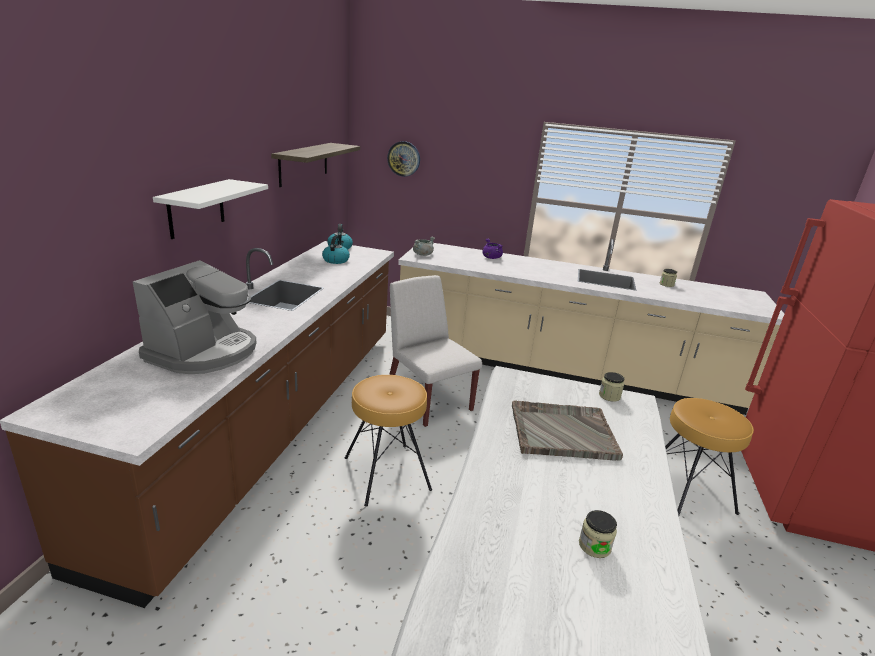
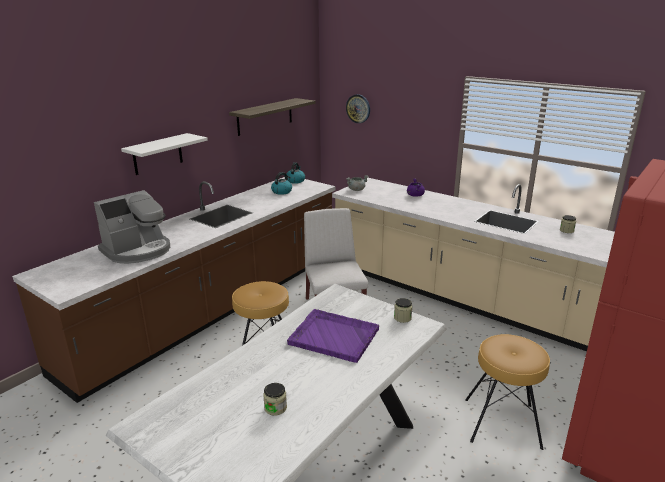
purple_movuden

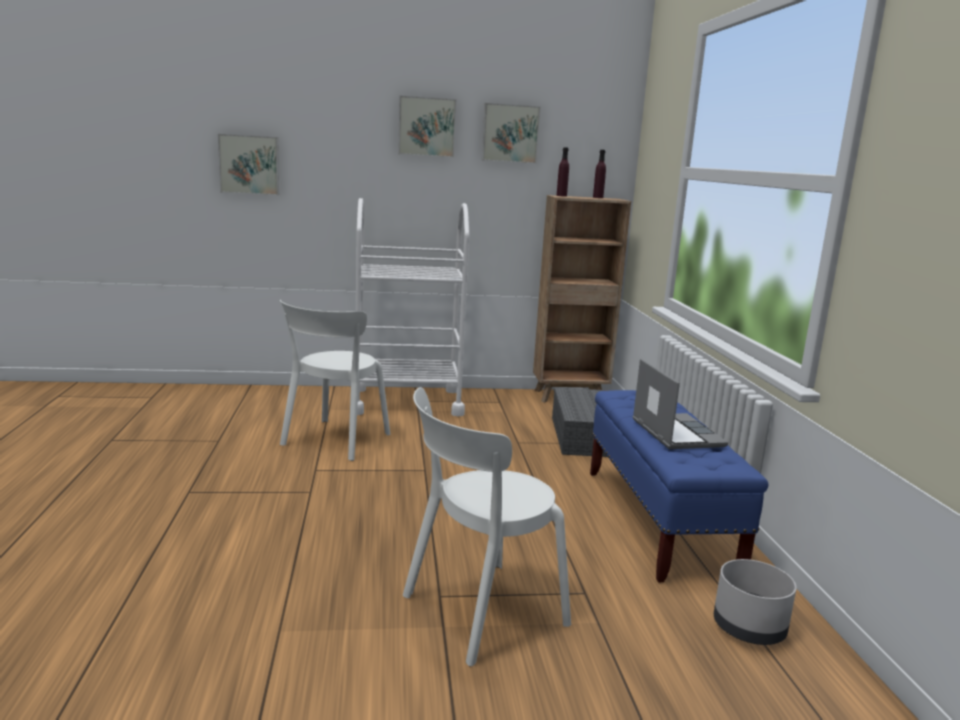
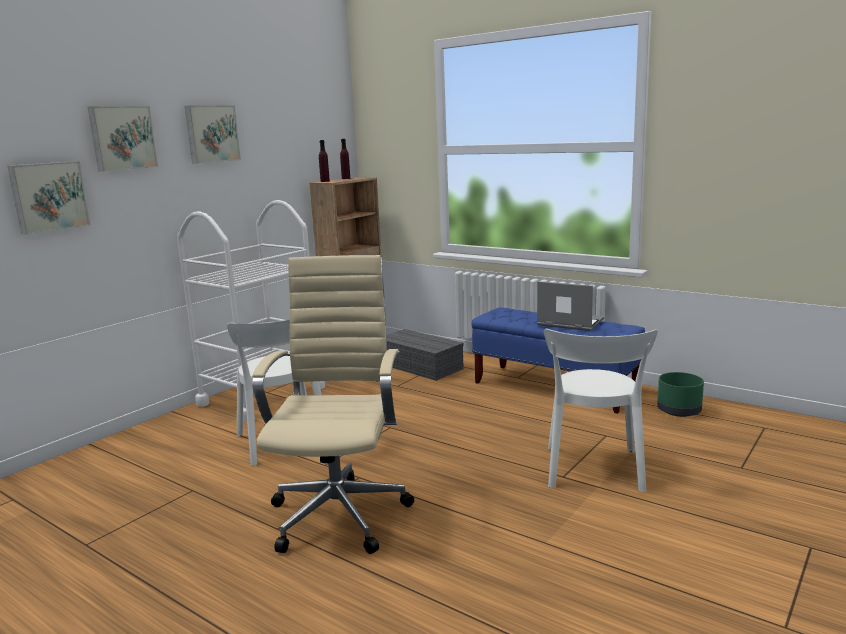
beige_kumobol
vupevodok (2nd from left)
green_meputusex

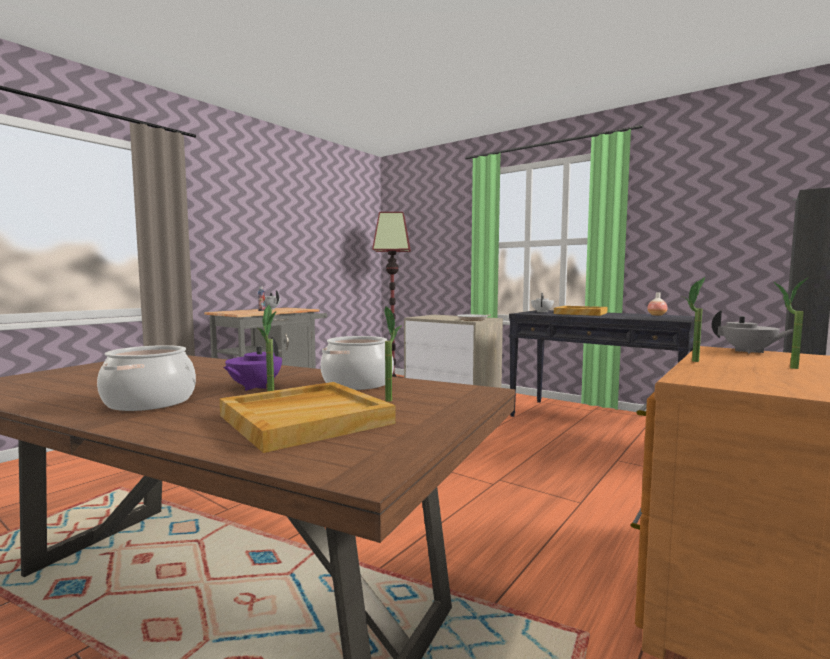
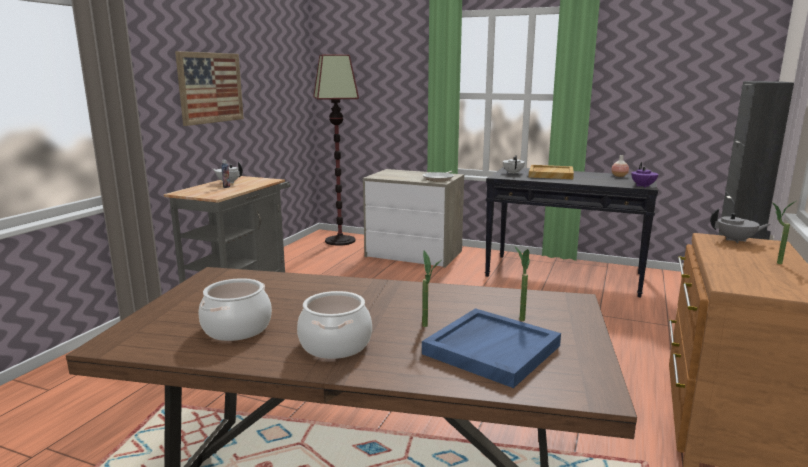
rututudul (3rd from left in the first image)
vupevodok
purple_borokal
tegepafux (1st from left)
blue_movuden

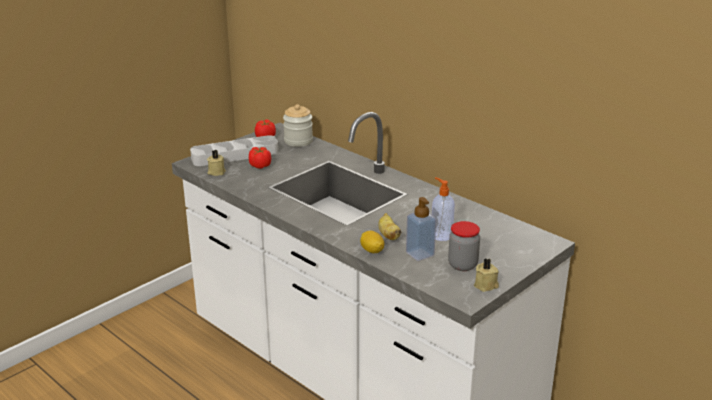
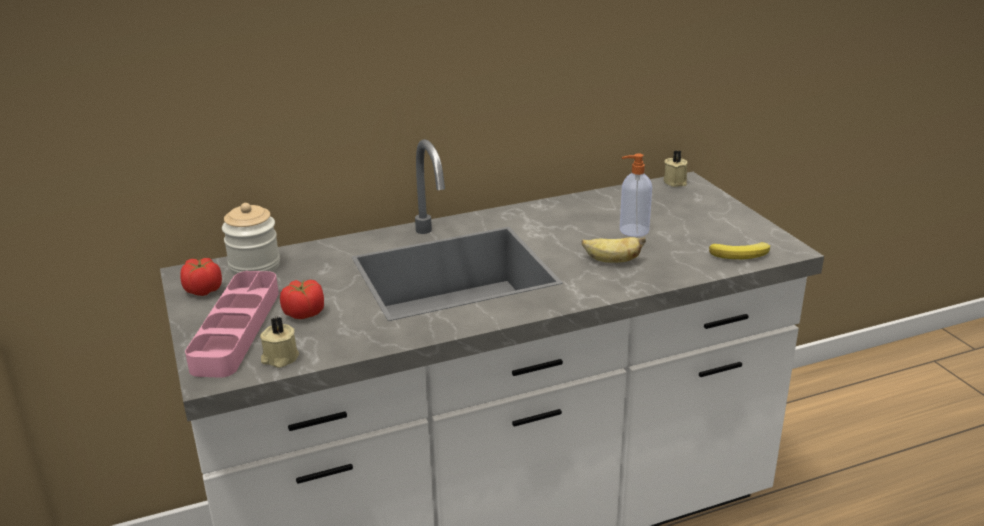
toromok
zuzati (1st from left in the first image)
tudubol (2nd from left in the first image)
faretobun (2nd from left)
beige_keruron (2nd from left)
pink_movuden

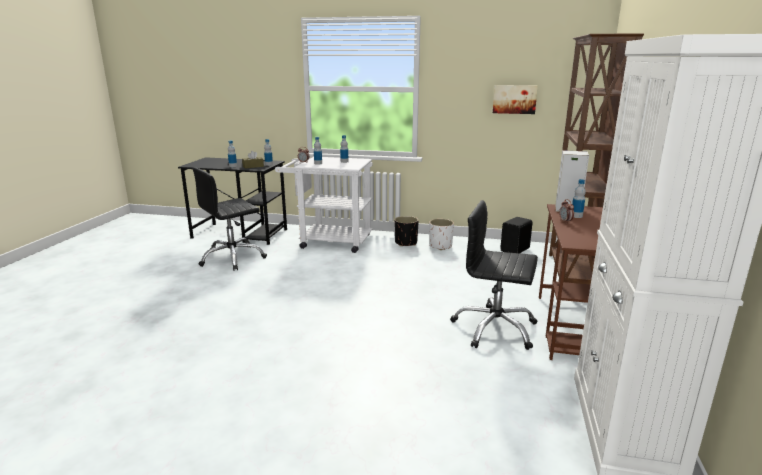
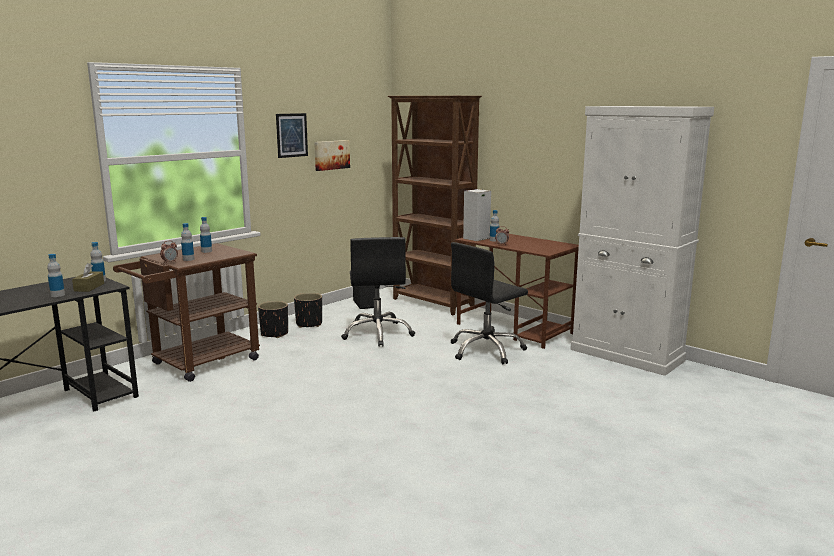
vupevodok (1st from left)
black_kumobol (1st from left)
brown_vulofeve
black_meputusex (2nd from left)

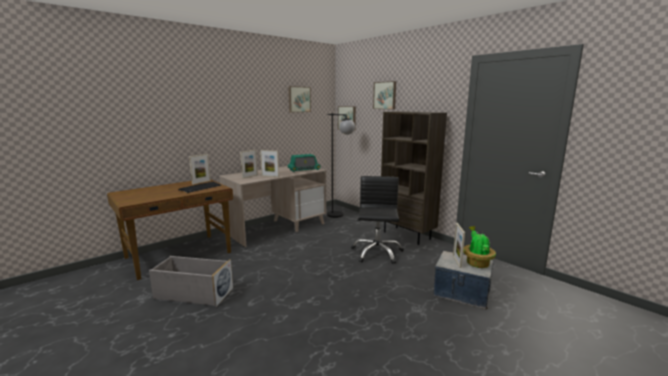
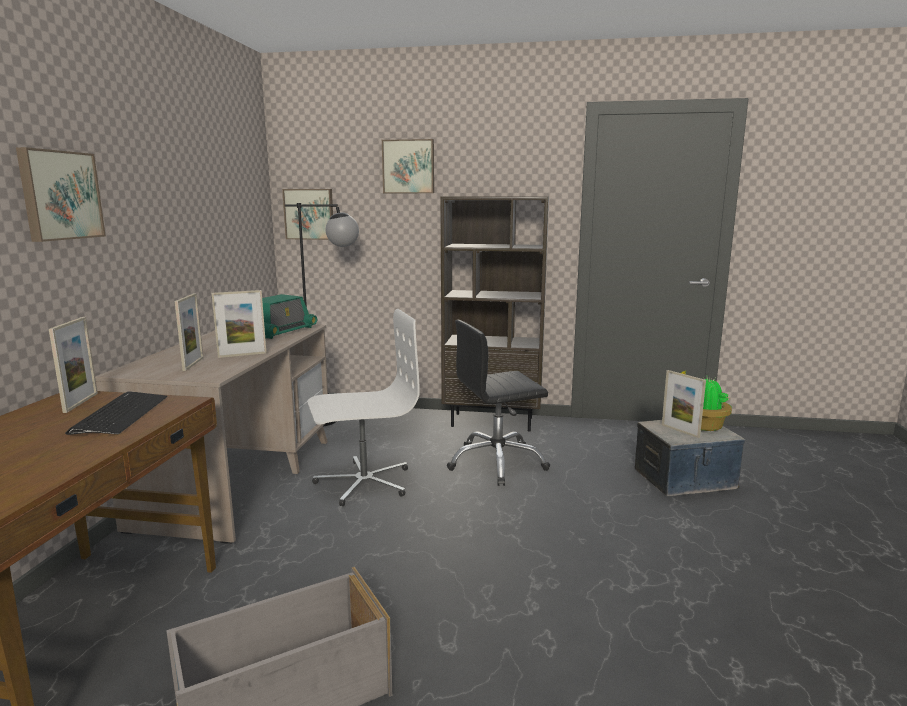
white_kumobol
vupevodok (1st from left)
black_kumobol

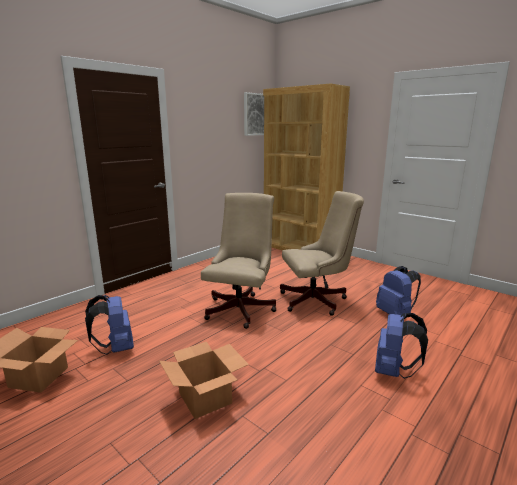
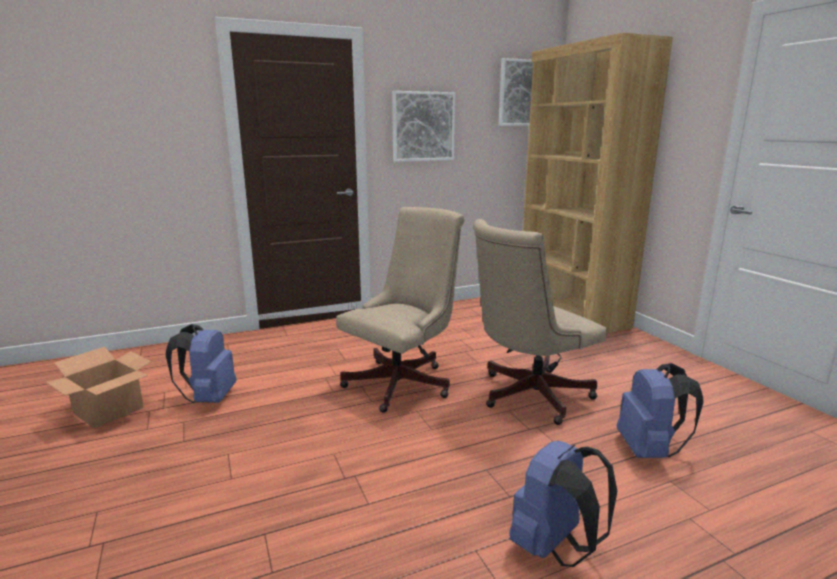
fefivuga (2nd from left in the first image)
vupevodok (1st from left)
beige_kumobol (2nd from left)

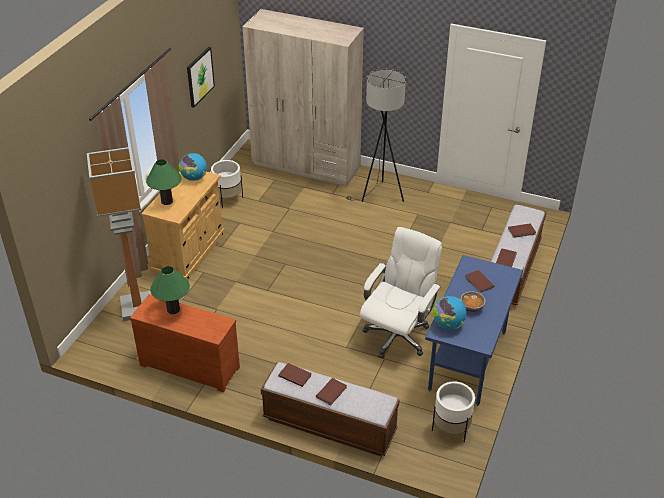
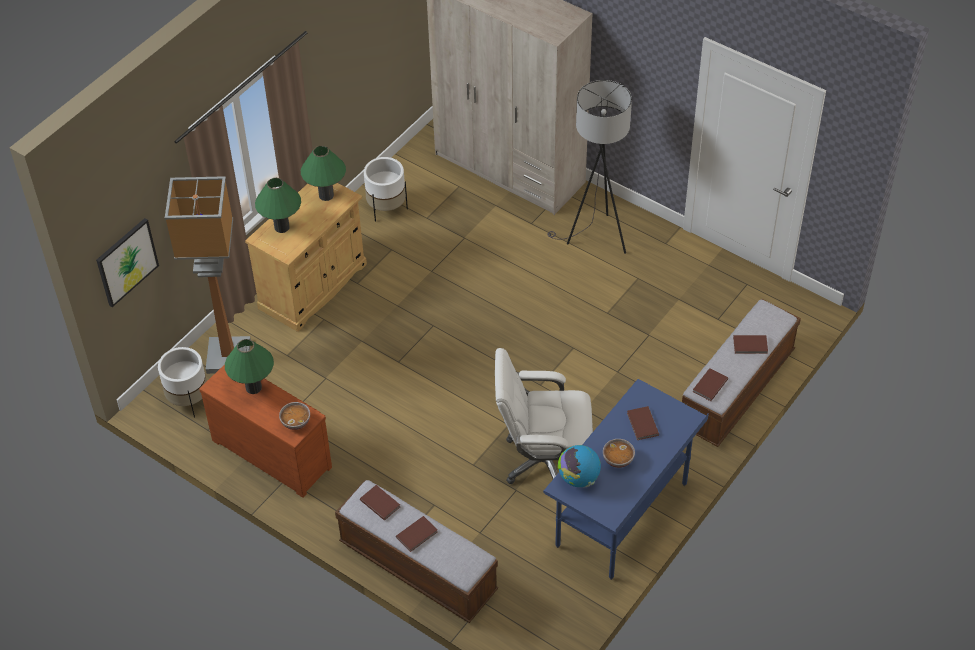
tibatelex (1st from left)
vupevodok
white_meputusex (1st from left)
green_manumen (3rd from left)
white_kumobol

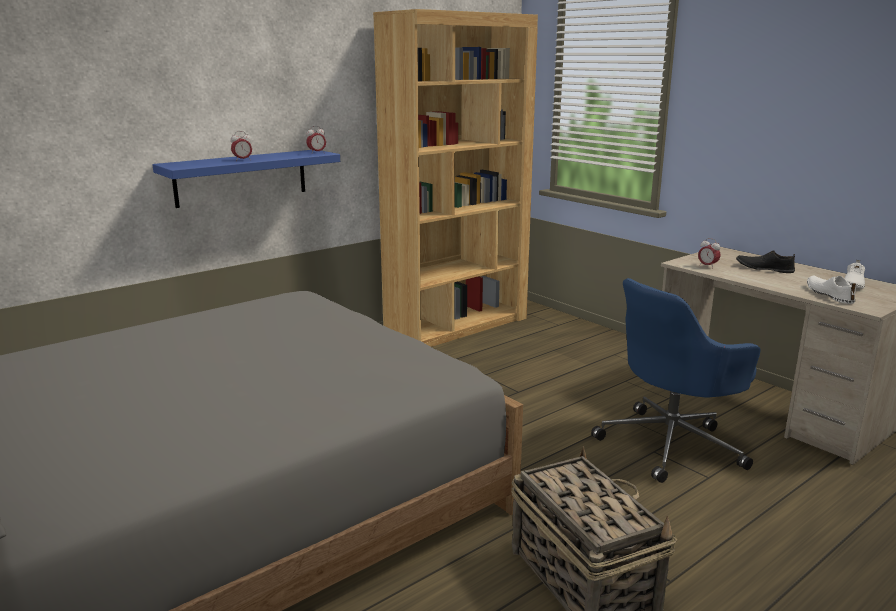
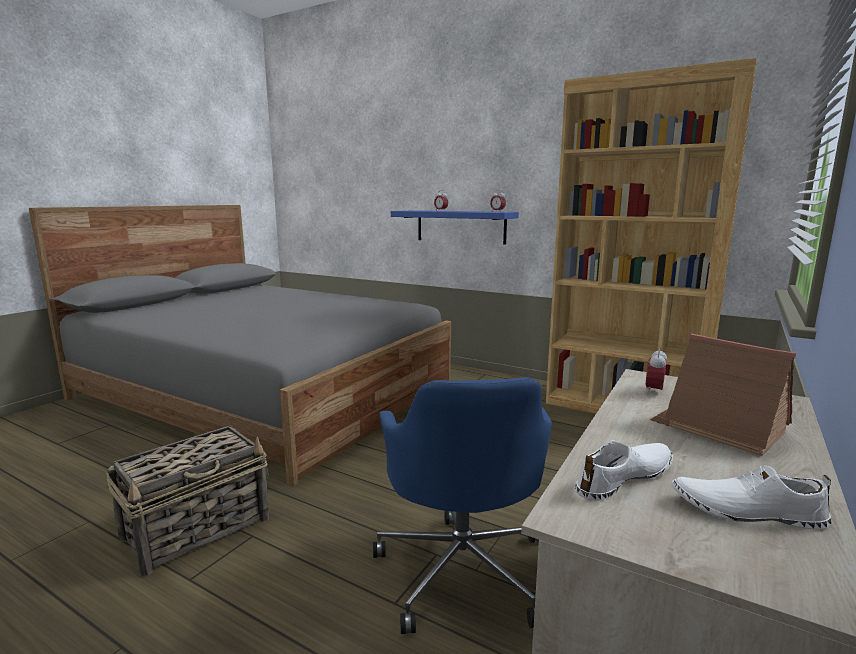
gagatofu
blue_kumobol

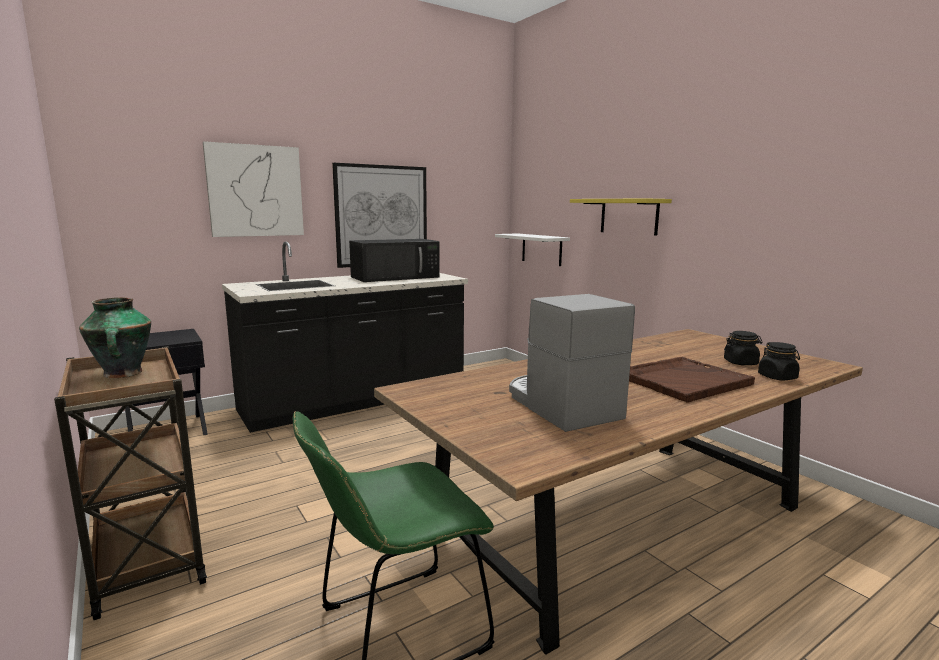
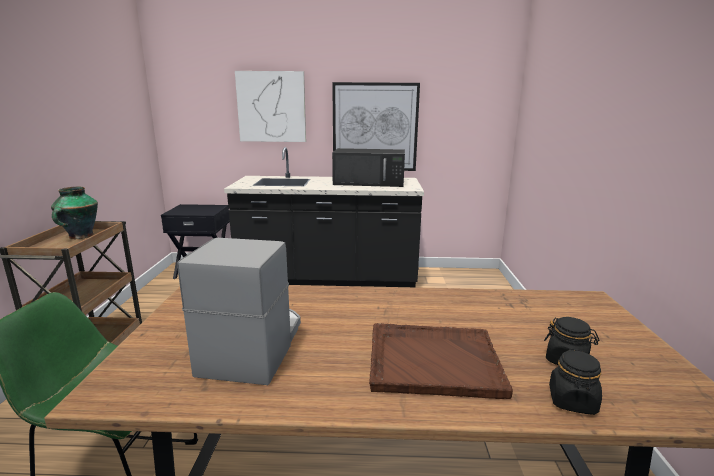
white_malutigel
yellow_malutigel

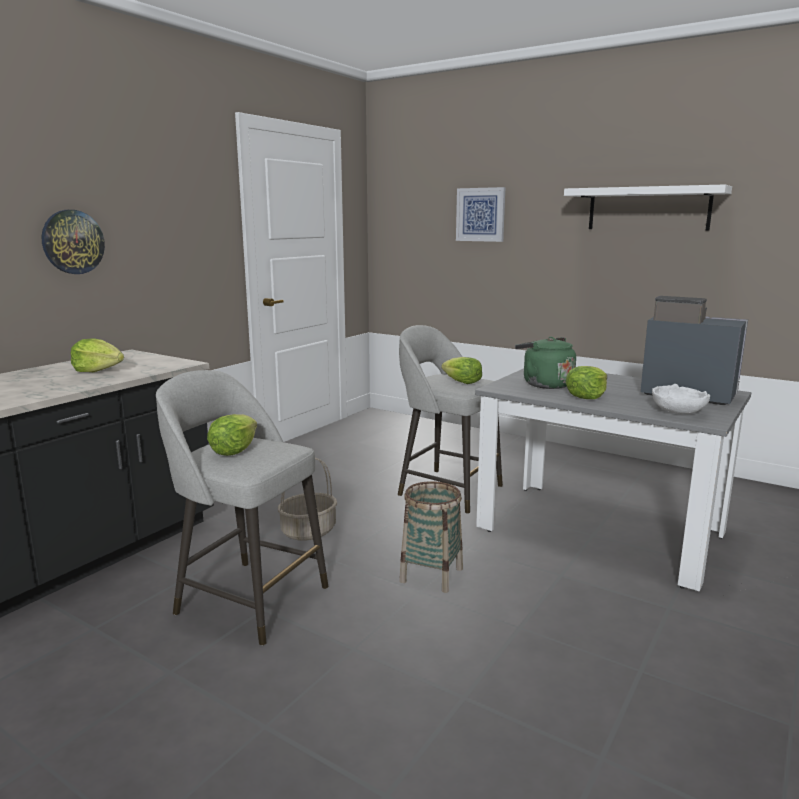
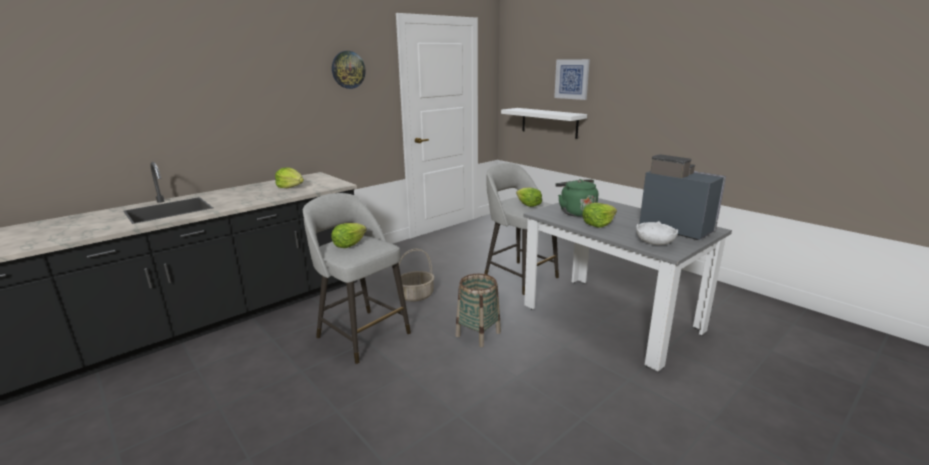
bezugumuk
white_malutigel

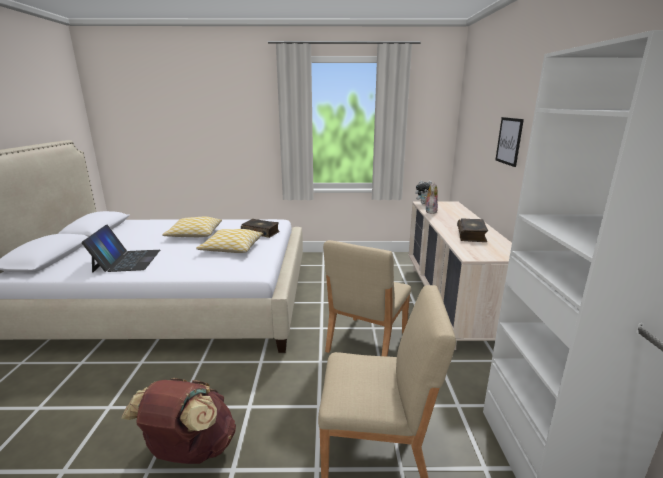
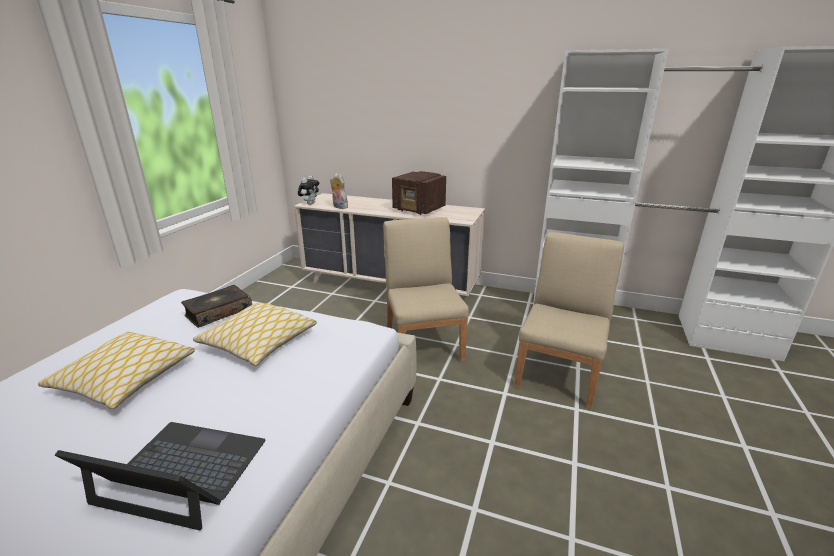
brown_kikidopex
vupevodok
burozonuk
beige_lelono (1st from left)

